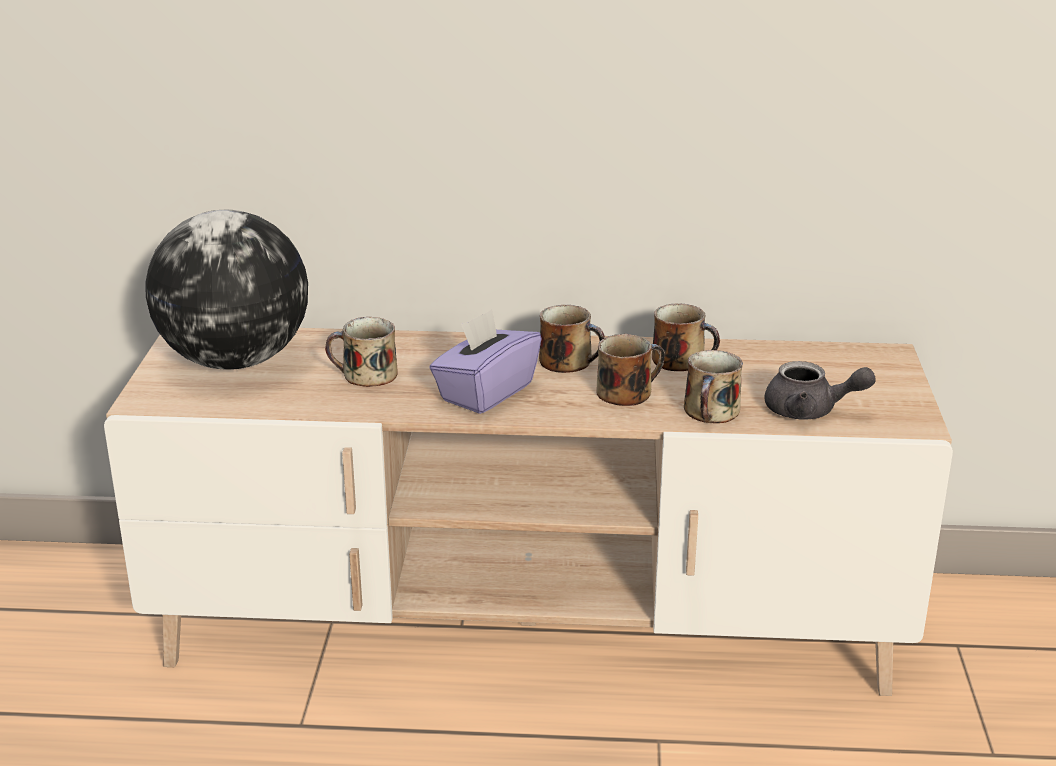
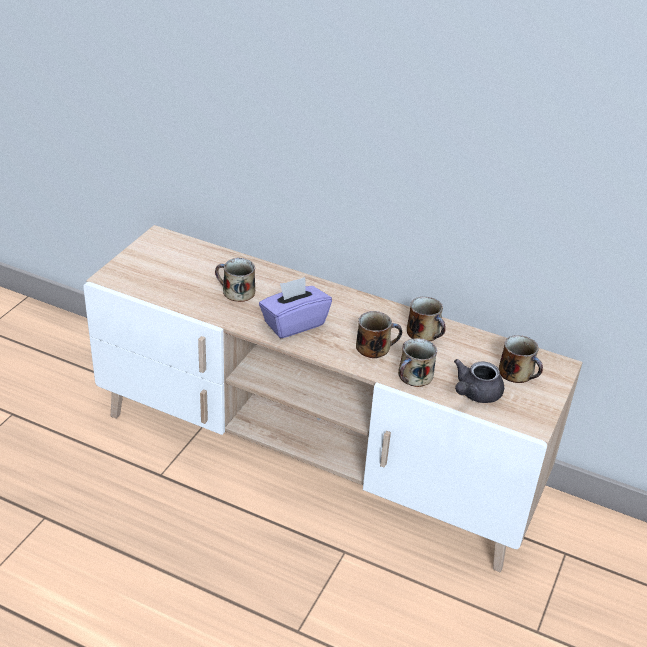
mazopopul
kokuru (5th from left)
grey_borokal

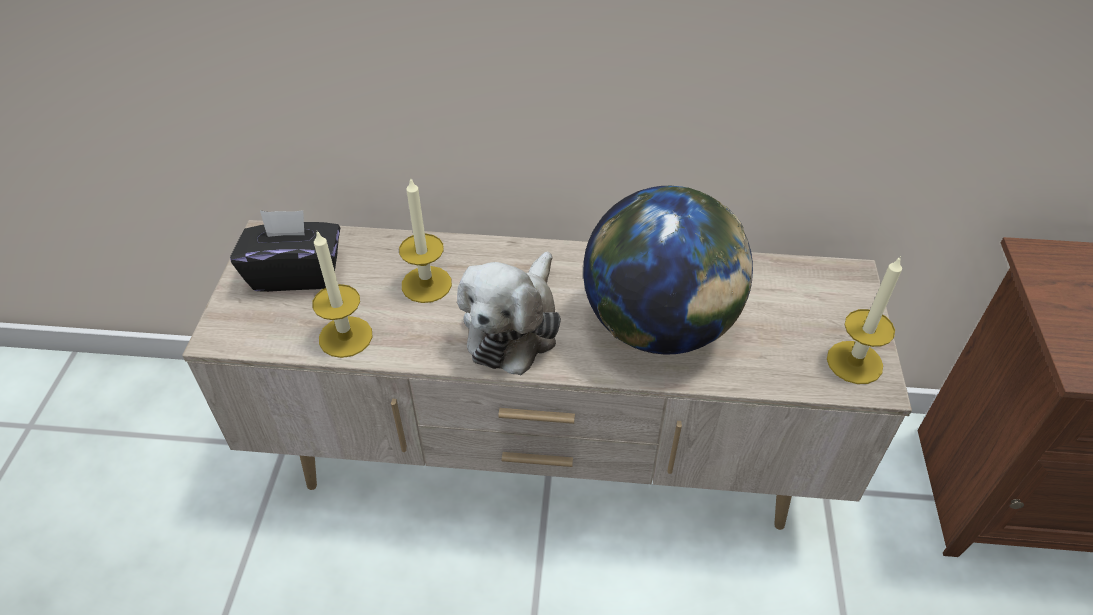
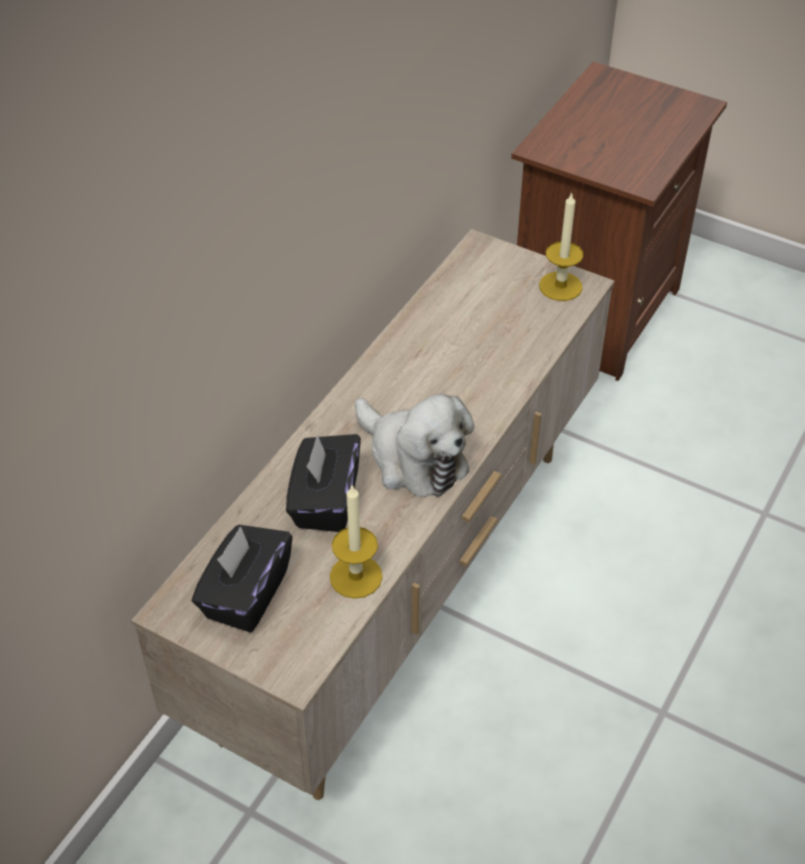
mazopopul
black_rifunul (2nd from left)

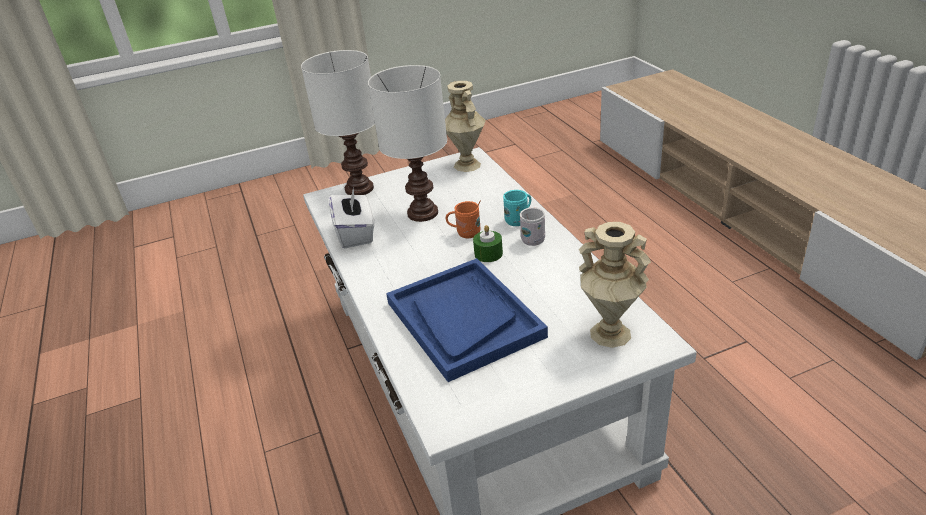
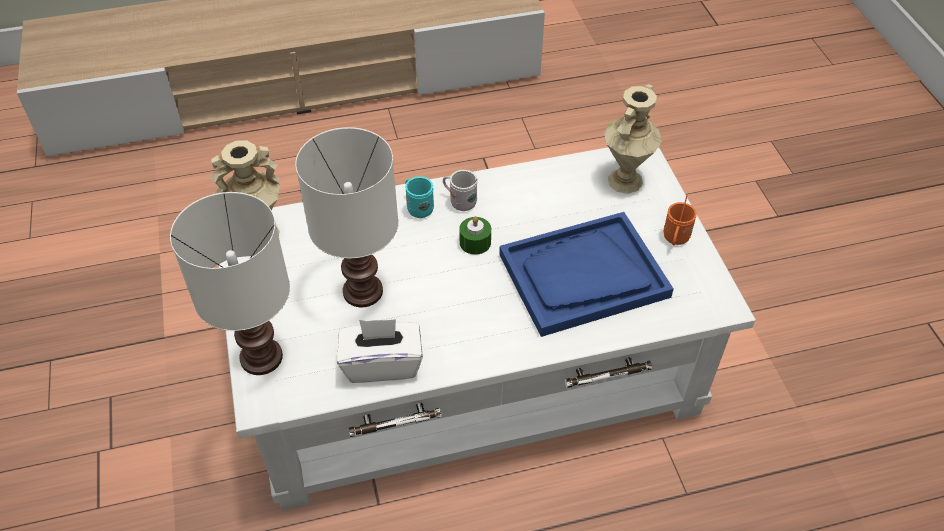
orange_kokuru

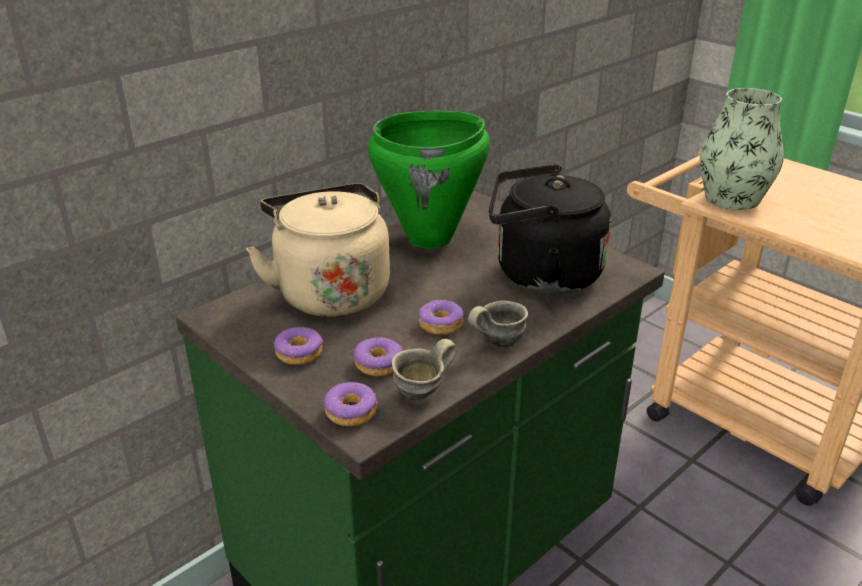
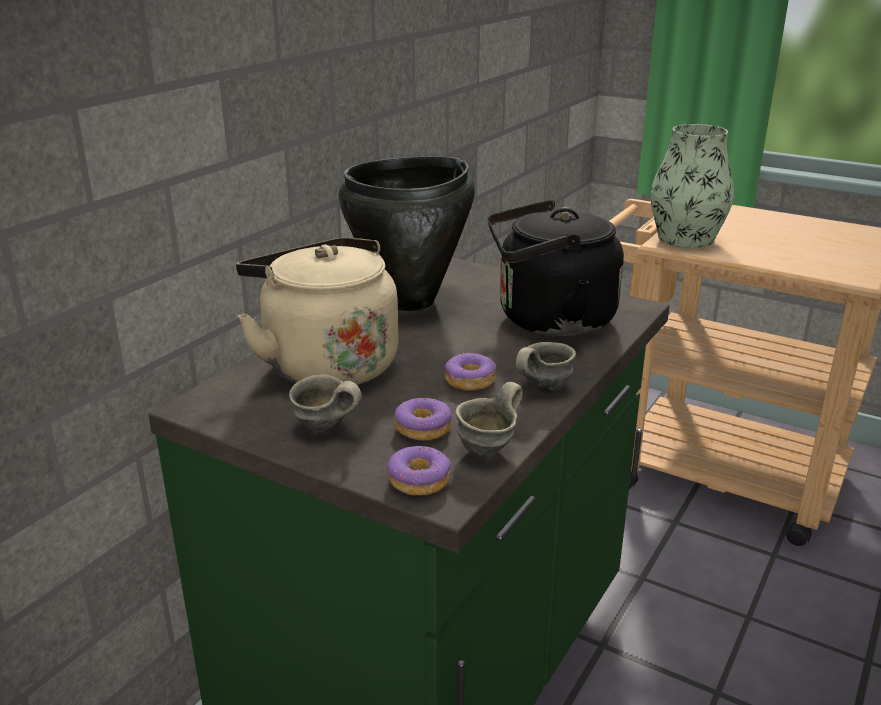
grey_kokuru (1st from left)
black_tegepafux

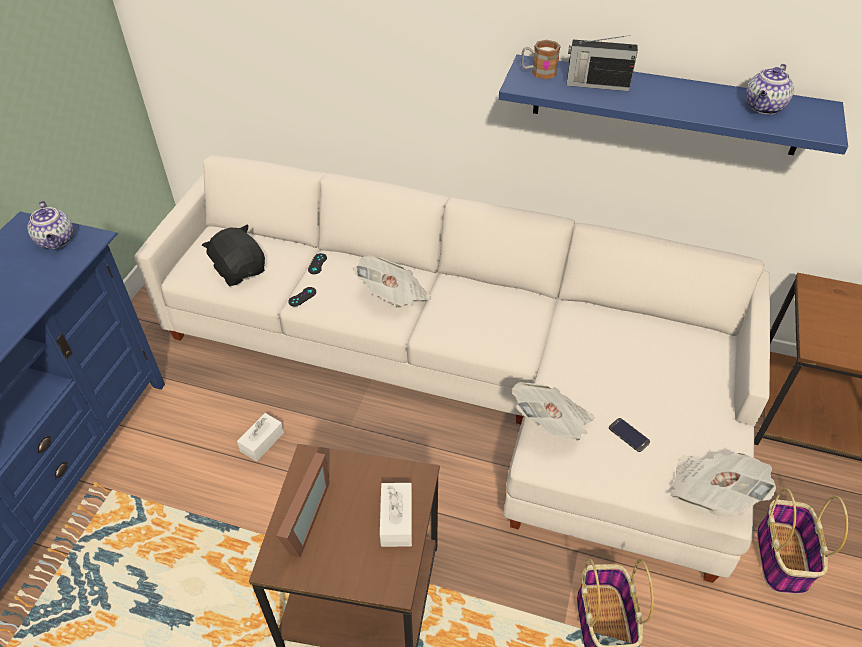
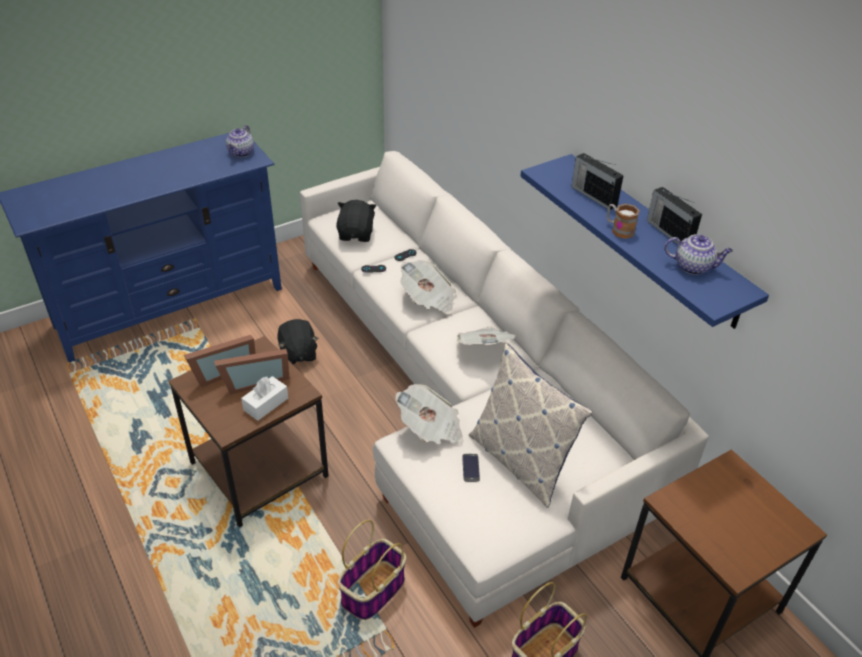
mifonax (2nd from left)
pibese
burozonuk (2nd from left)
kokuru
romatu (3rd from left)
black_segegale (1st from left)
borokal (2nd from left)

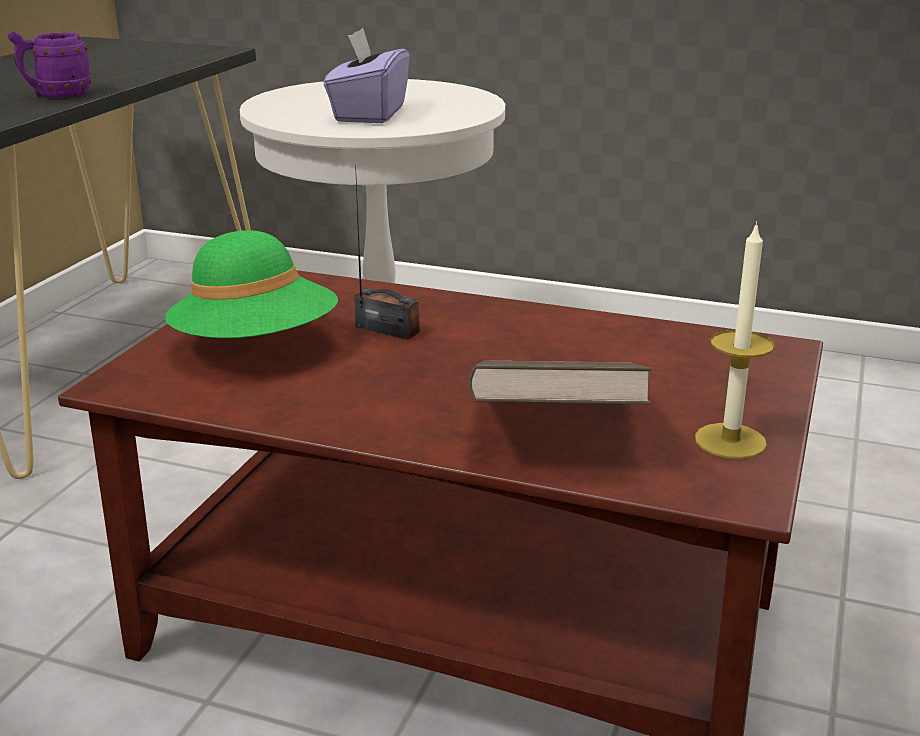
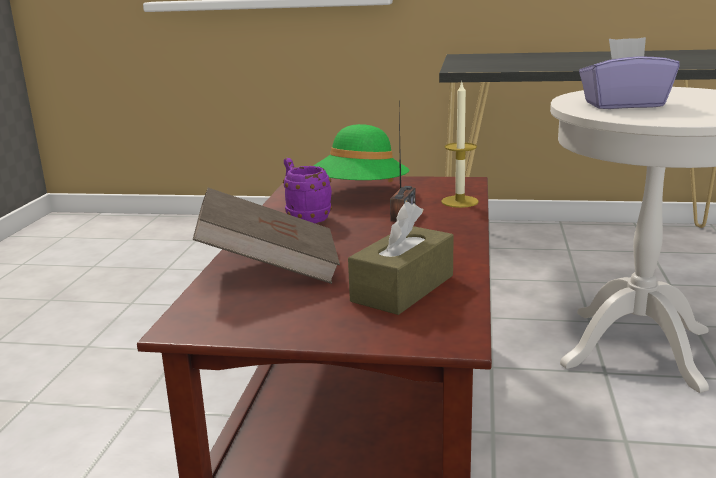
brown_rifunul
purple_kokuru
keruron

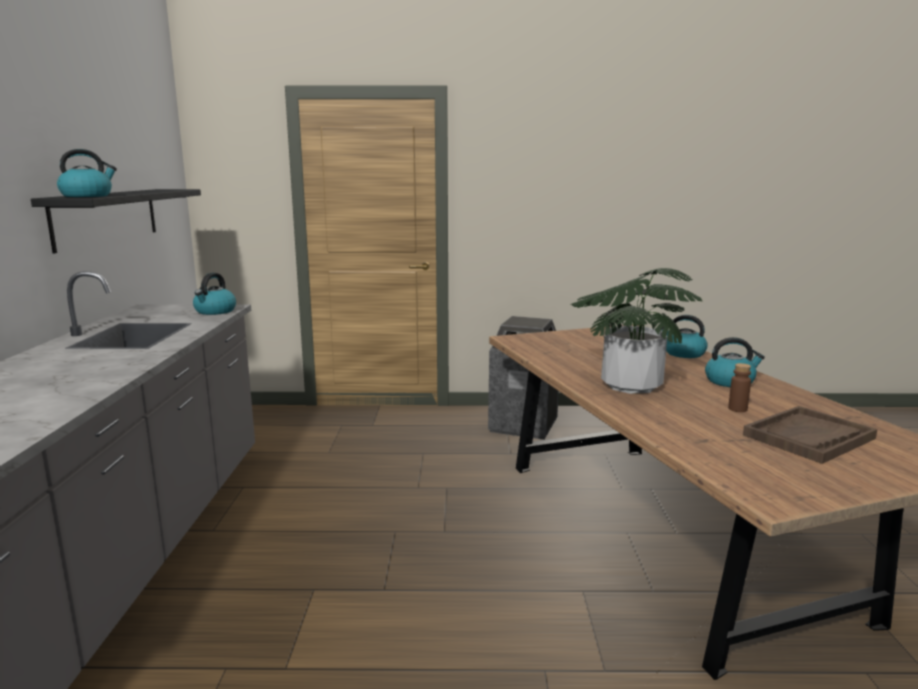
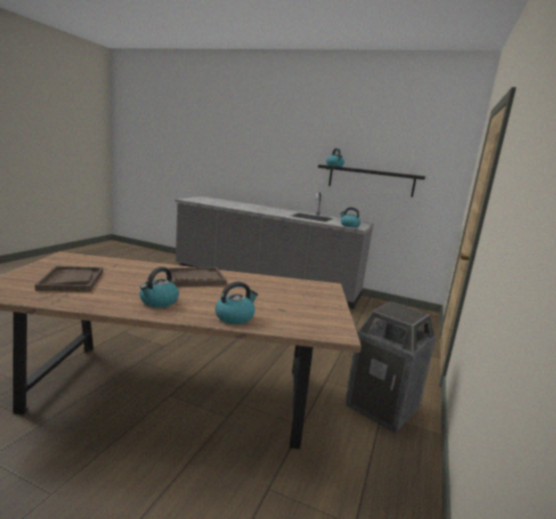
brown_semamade
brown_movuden (2nd from left)

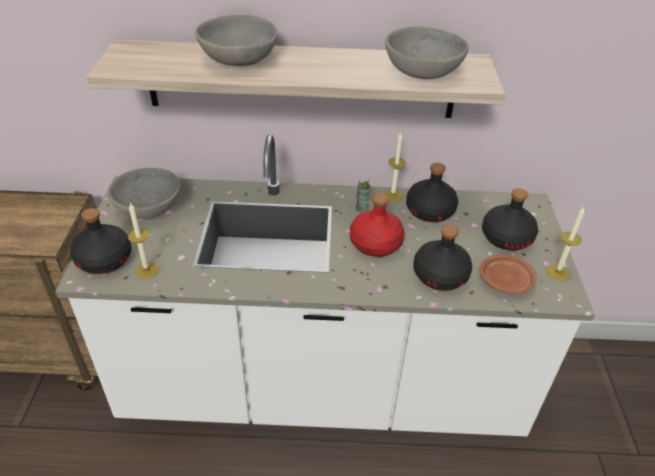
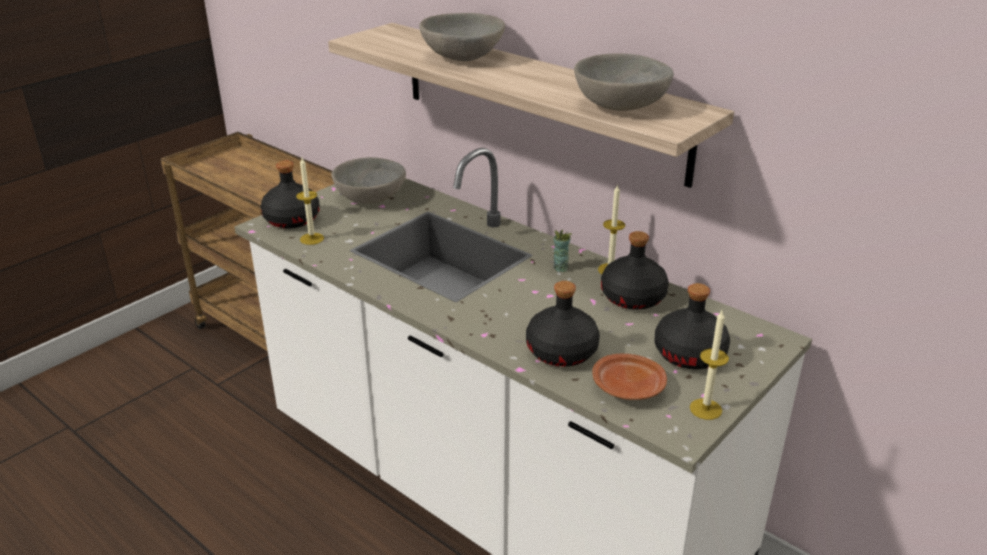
red_semamade

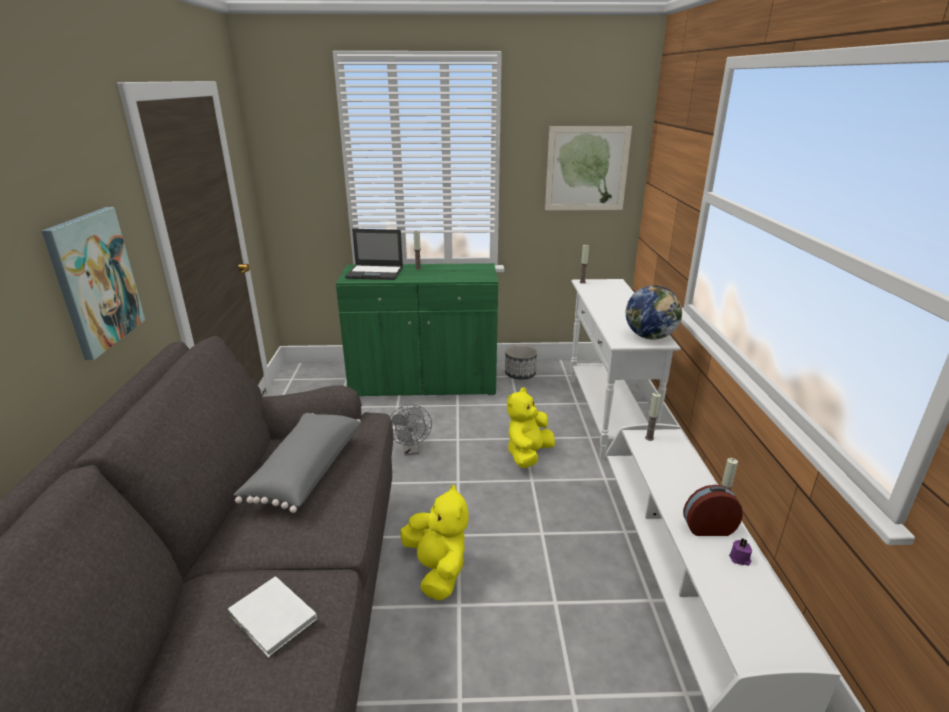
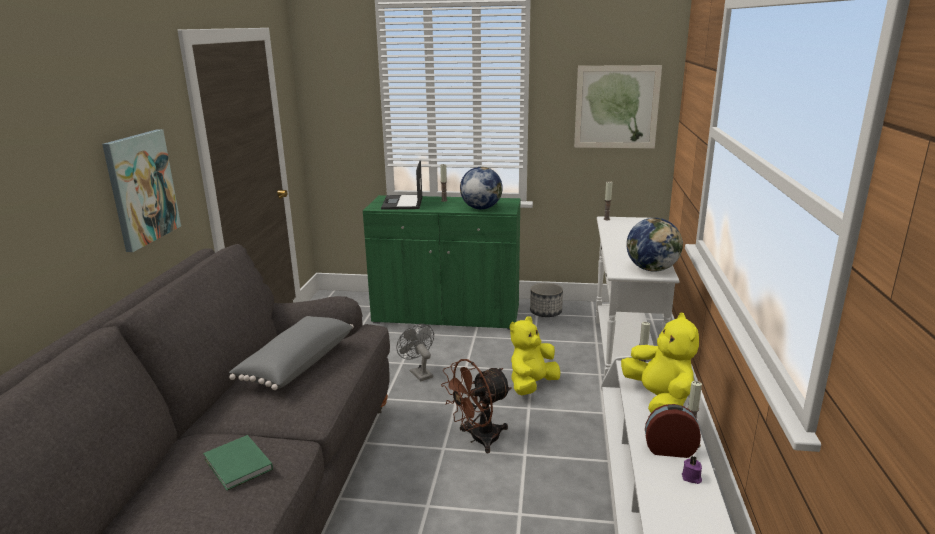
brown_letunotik
mazopopul (1st from left)
yellow_segegale (2nd from left)
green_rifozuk
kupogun
grey_letunotik

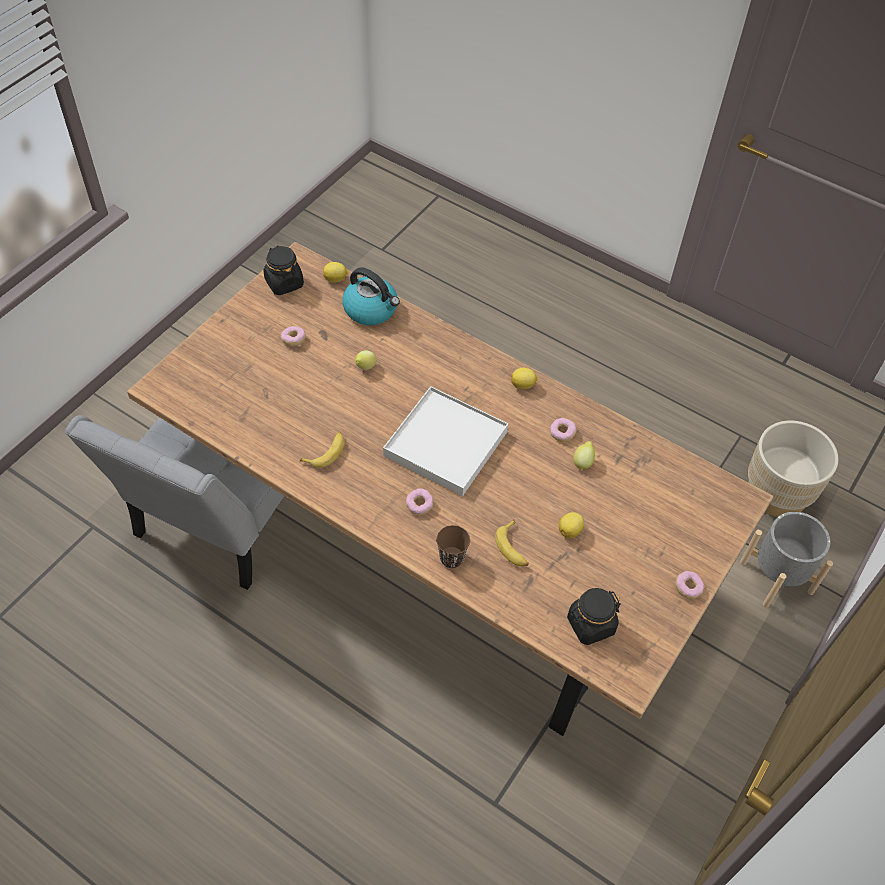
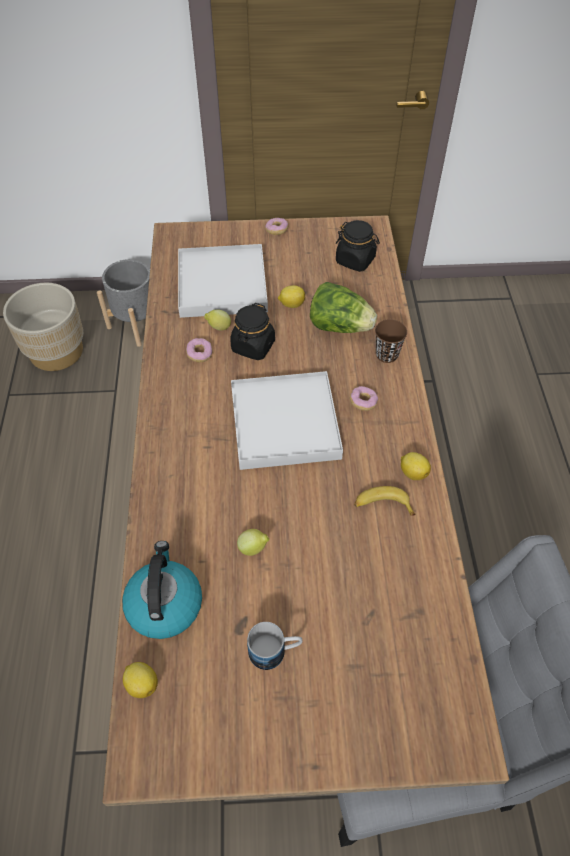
white_movuden (1st from left)
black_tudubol (1st from left)
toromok (5th from left)
kokuru
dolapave

